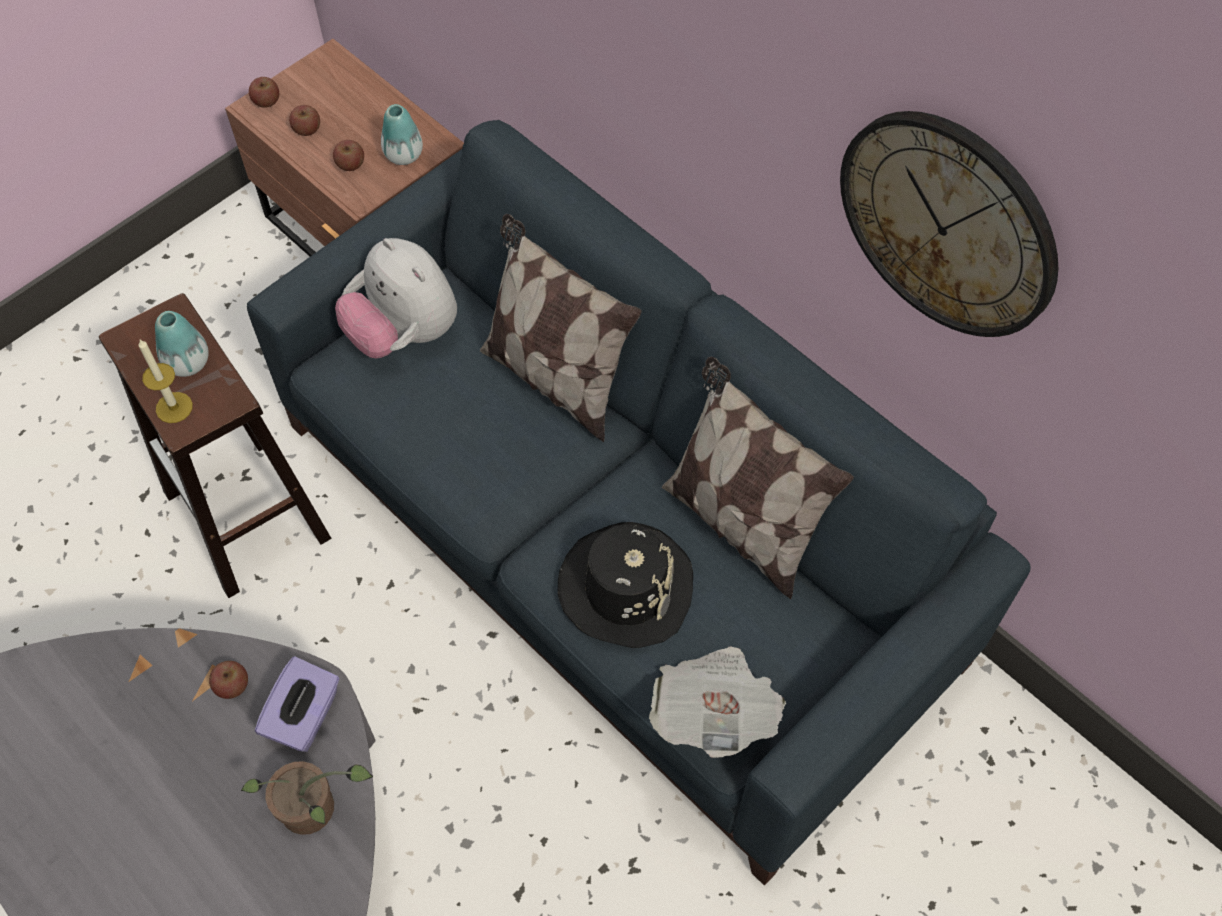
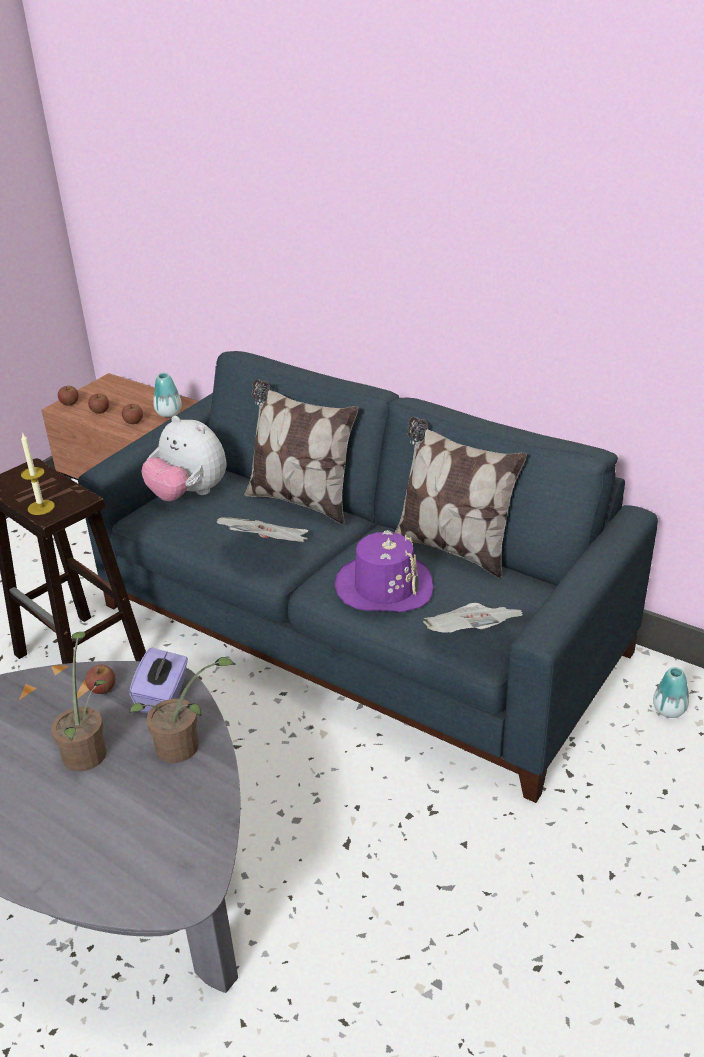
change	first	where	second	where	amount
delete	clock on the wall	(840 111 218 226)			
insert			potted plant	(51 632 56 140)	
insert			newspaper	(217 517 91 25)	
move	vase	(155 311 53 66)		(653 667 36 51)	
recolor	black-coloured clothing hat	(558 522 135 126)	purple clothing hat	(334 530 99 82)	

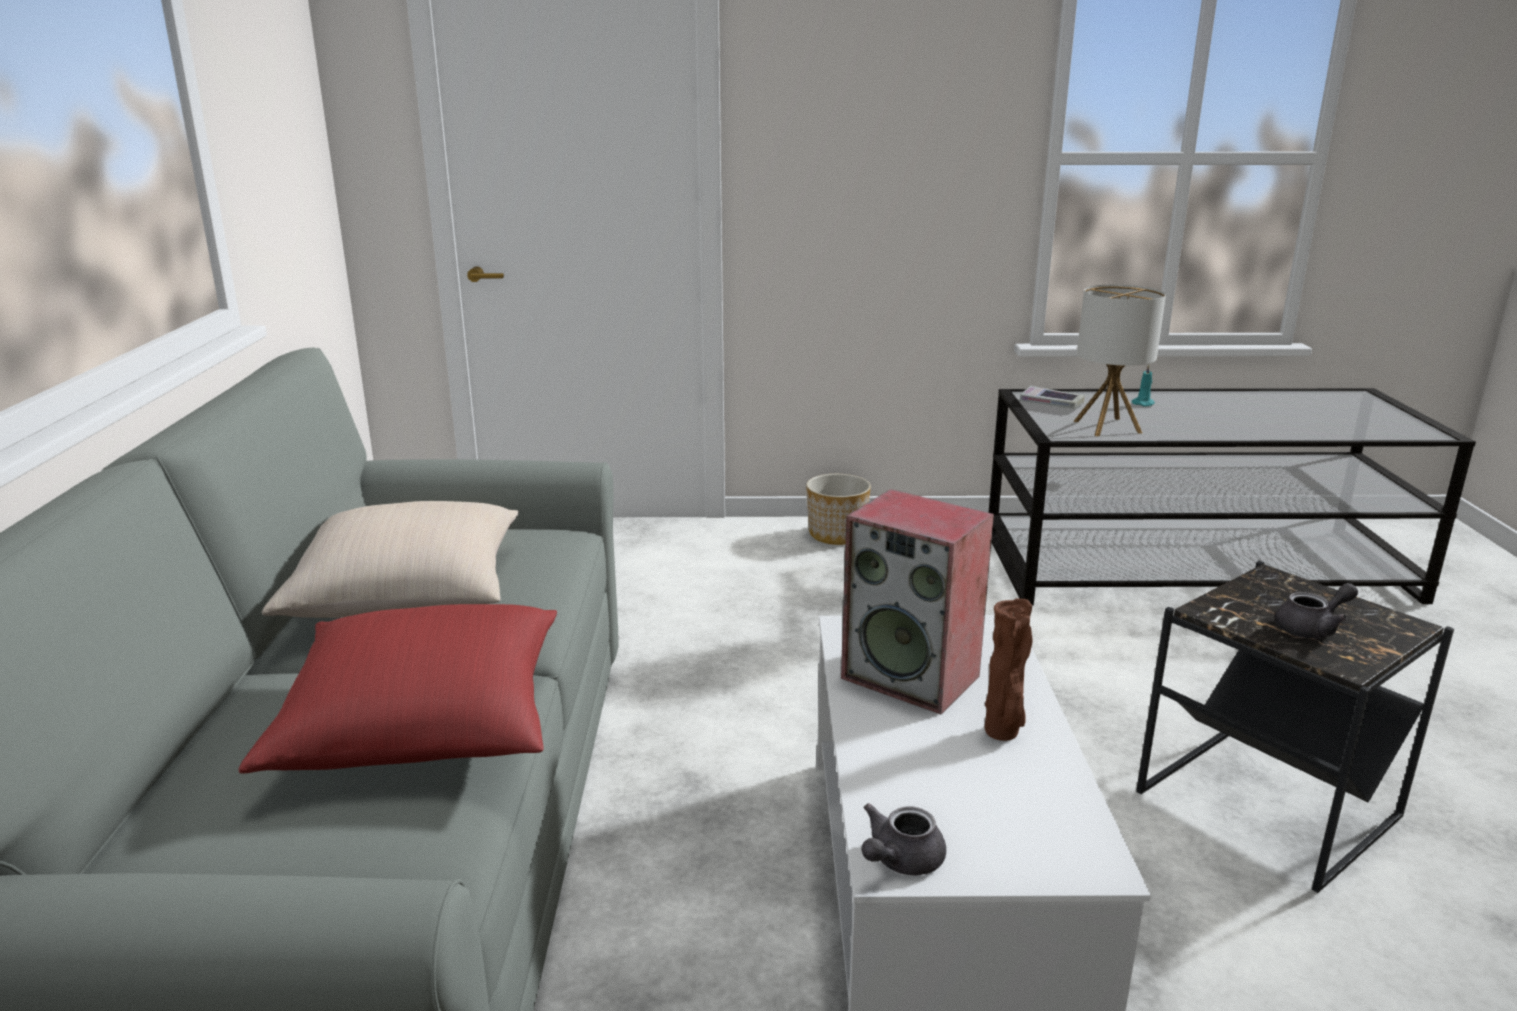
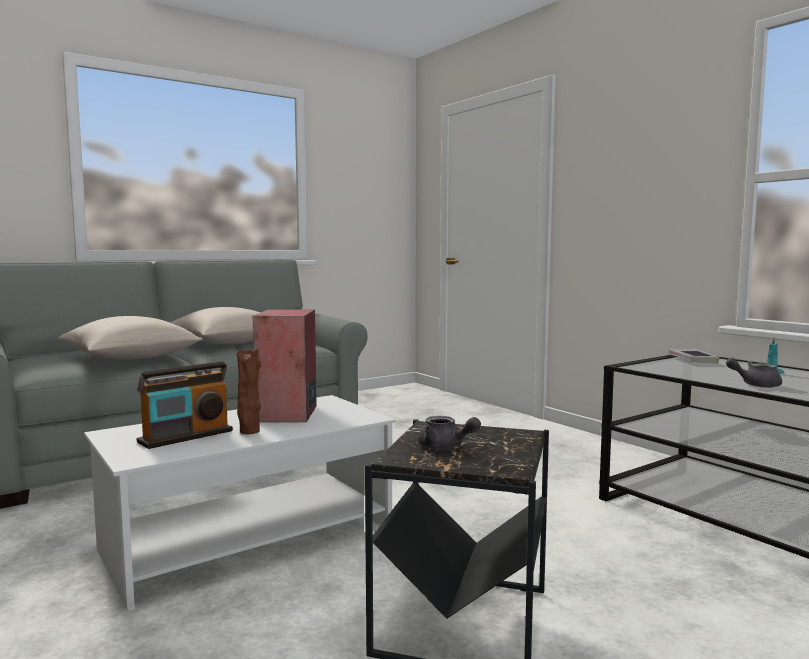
change	first	where	second	where	amount
delete	plant pot	(806 474 65 71)			
delete	lamp for a table	(1074 285 92 151)			
insert			radio	(137 362 96 87)	
move	greyish teapot	(861 803 85 72)		(726 358 56 30)	
recolor	red-coloured throw pillow	(238 604 319 170)	sand-coloured throw pillow	(58 316 145 44)	

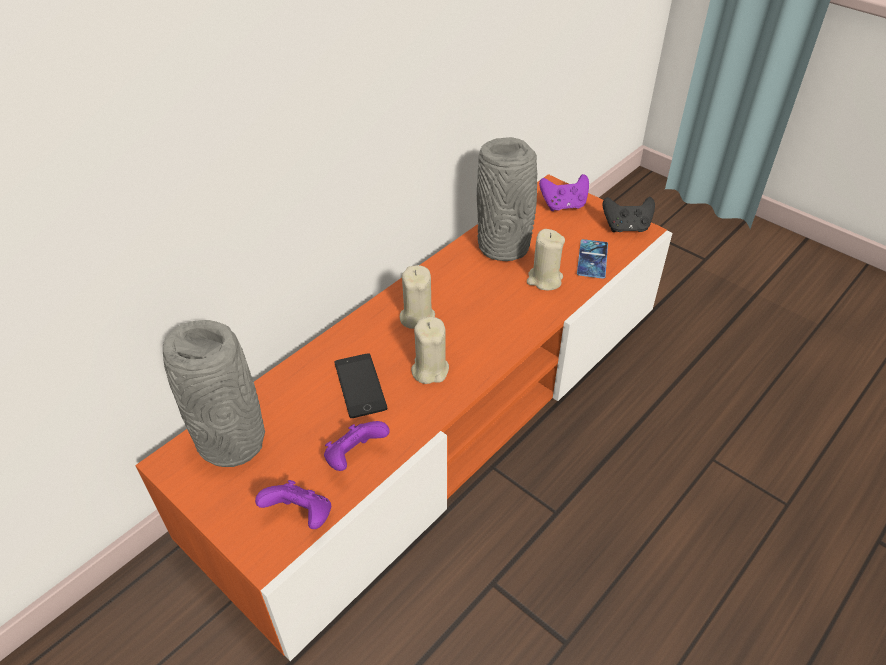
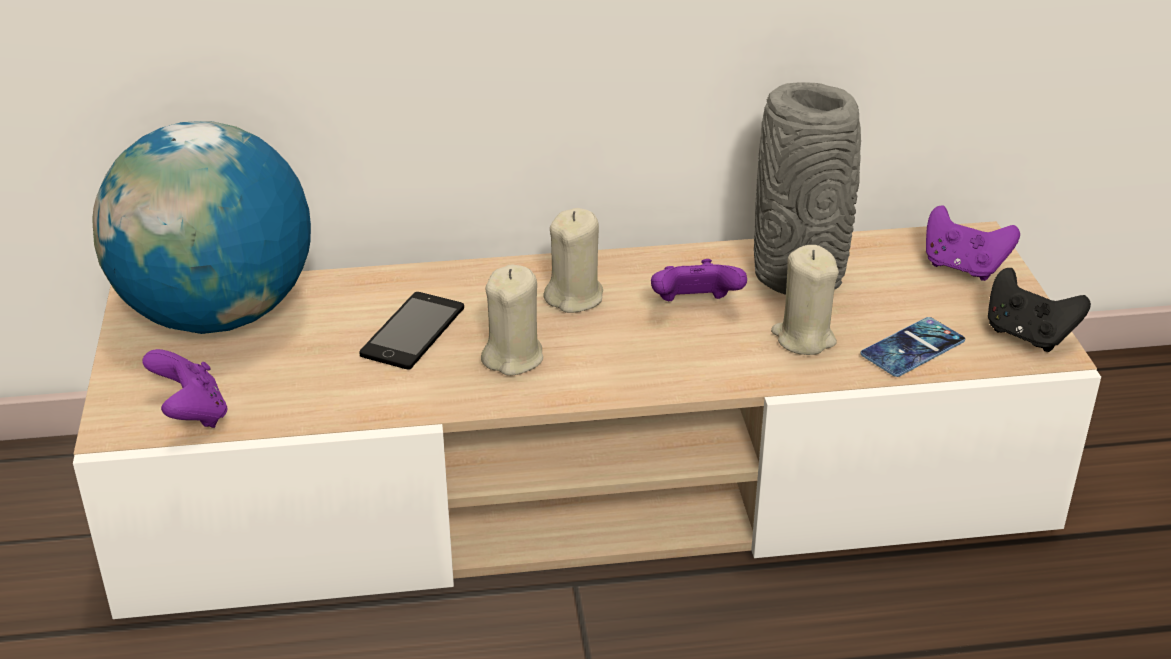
change	first	where	second	where	amount
move	purple gamepad	(324 421 66 50)		(651 259 96 43)	
replace	greyish vase	(163 320 102 147)	world globe	(92 121 219 213)	
recolor	orange tv stand	(135 174 537 487)	sand-coloured tv stand	(73 221 1028 398)	

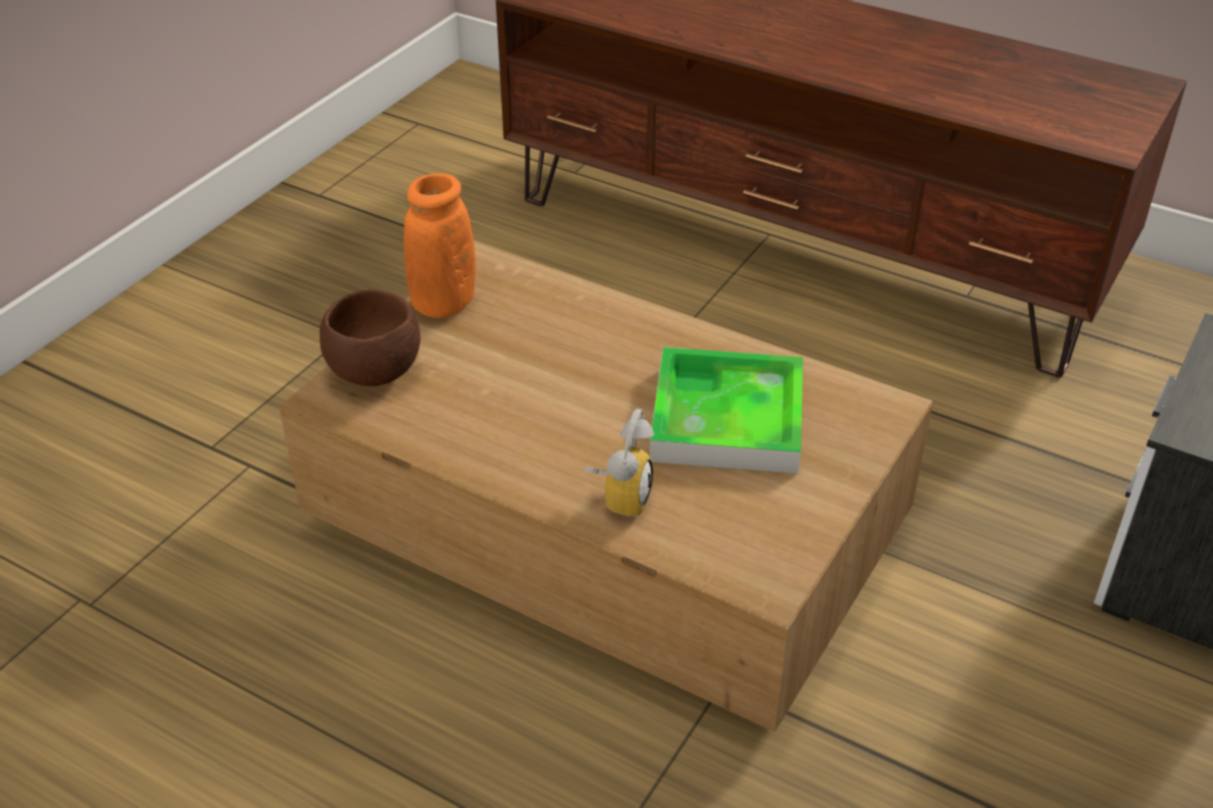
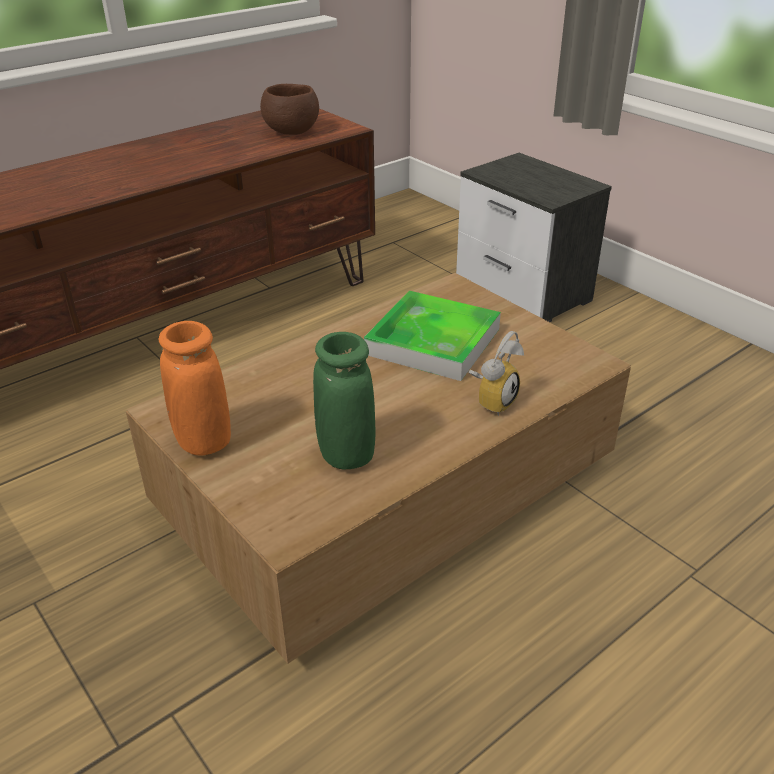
change	first	where	second	where	amount
insert			greenish vase	(313 332 62 137)	
move	brown-coloured serving bowl	(320 290 100 96)		(260 84 59 51)	
rotate	bedside clock	(585 409 69 110)		(469 331 55 85)	90 degrees clockwise

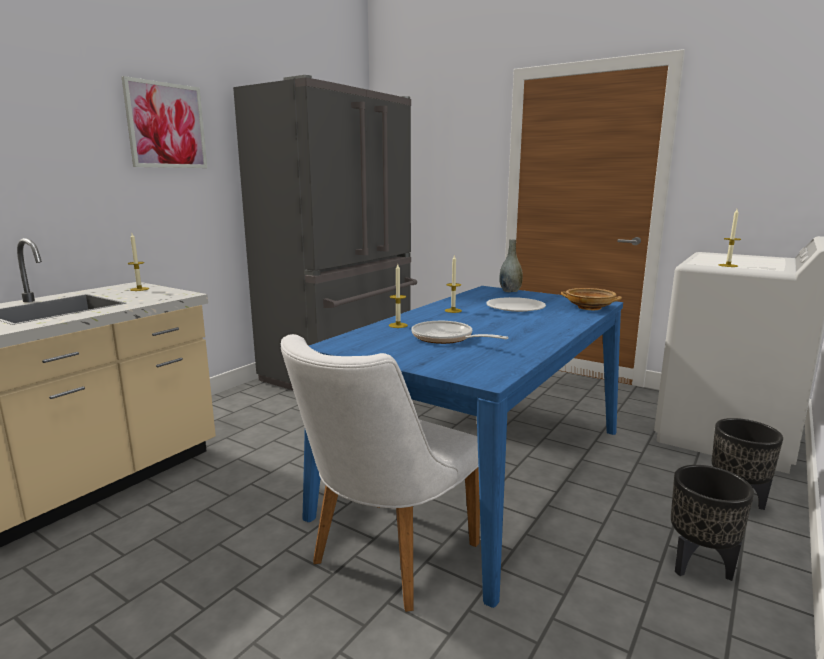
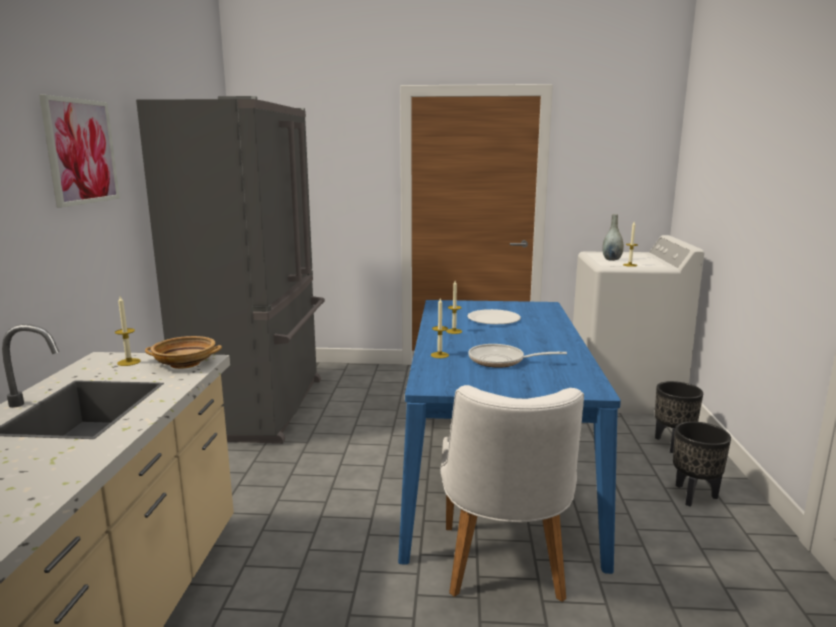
change	first	where	second	where	amount
move	greyish vase	(499 239 24 53)		(602 214 22 47)	
move	sand-coloured serving bowl	(561 288 61 22)		(145 336 77 33)	

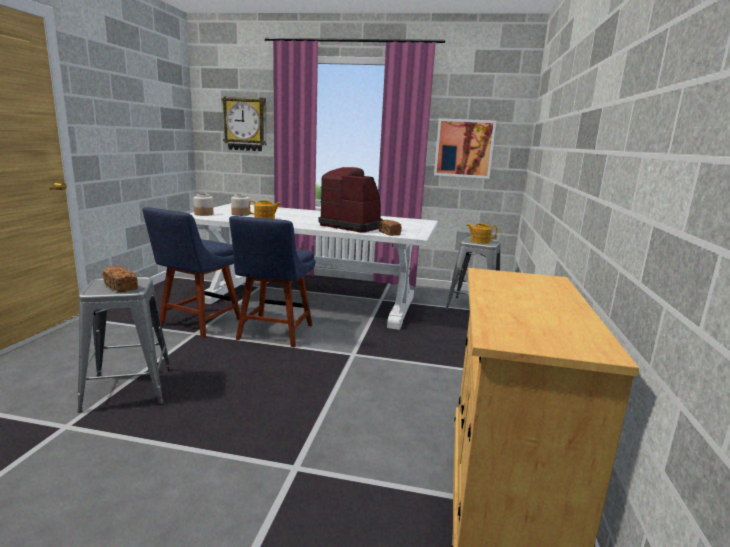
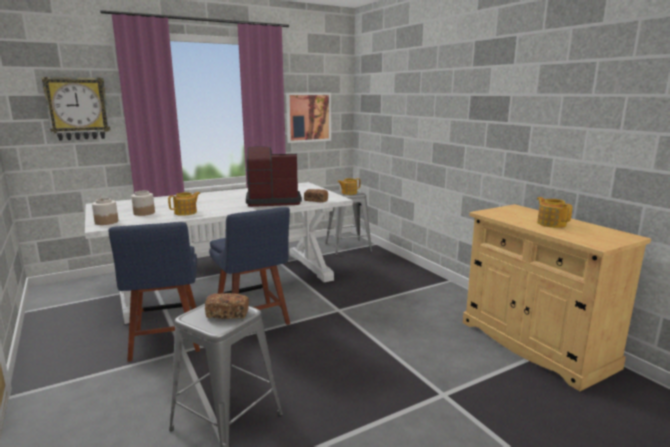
change	first	where	second	where	amount
insert			teapot	(537 197 35 31)	

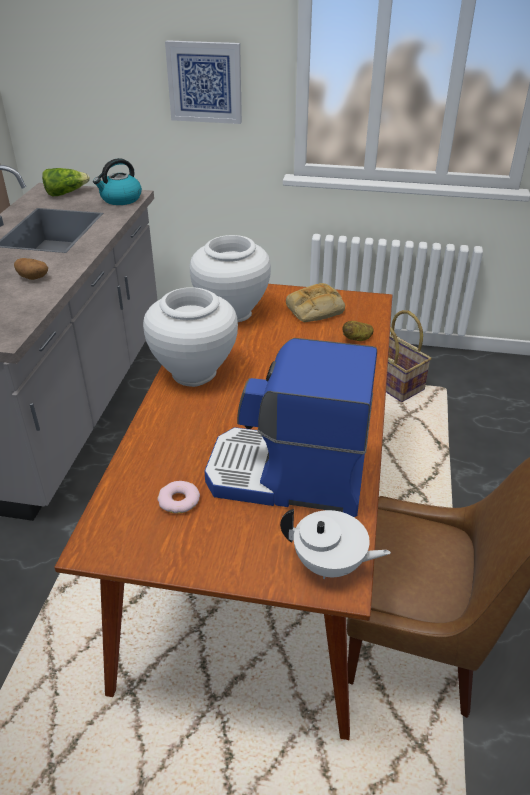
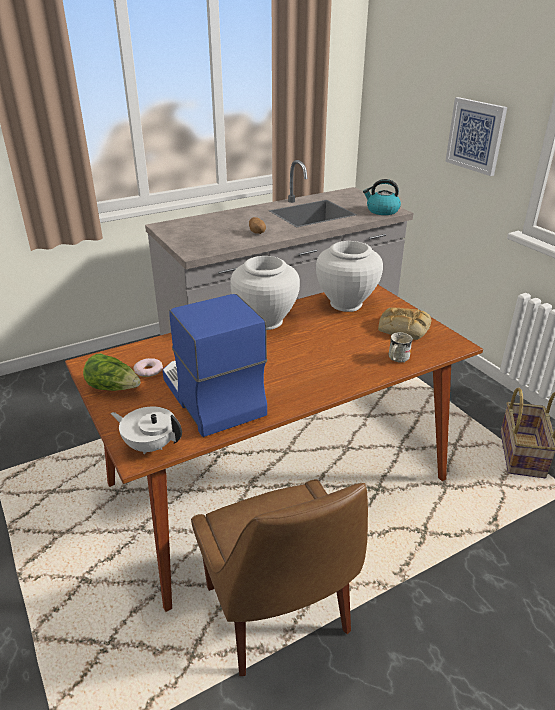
change	first	where	second	where	amount
move	head of lettuce	(42 168 48 28)		(83 353 58 38)	
replace	spud	(342 321 32 20)	whitish mug	(389 332 24 30)	
rotate	whitish teapot	(280 509 111 70)		(111 406 71 48)	135 degrees clockwise

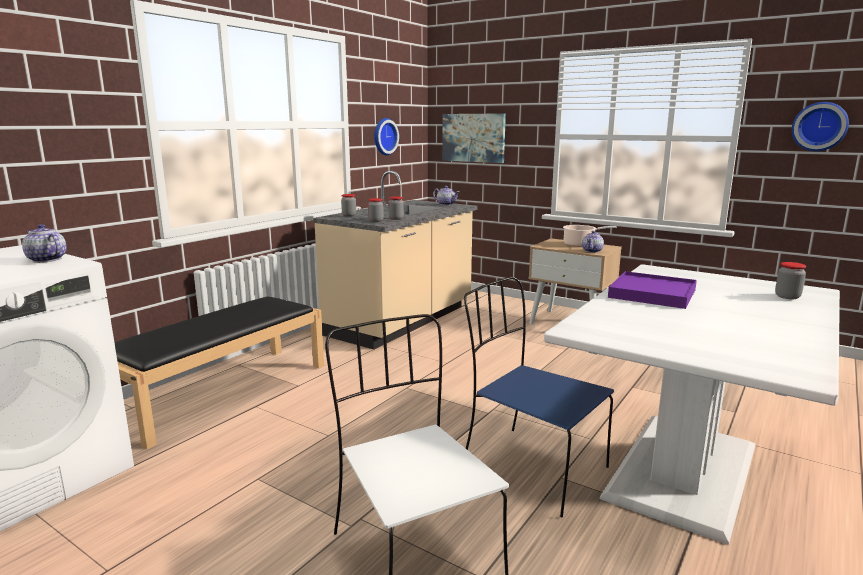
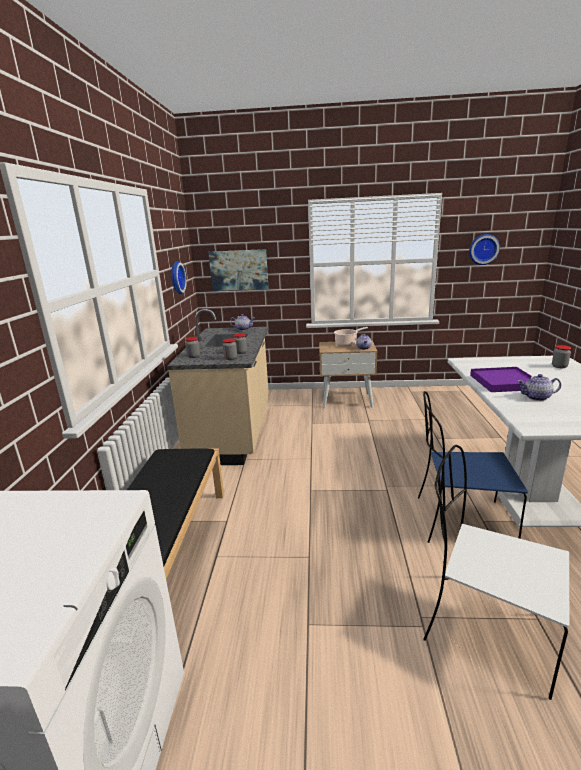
change	first	where	second	where	amount
move	teapot	(22 224 44 39)		(518 374 43 27)	

